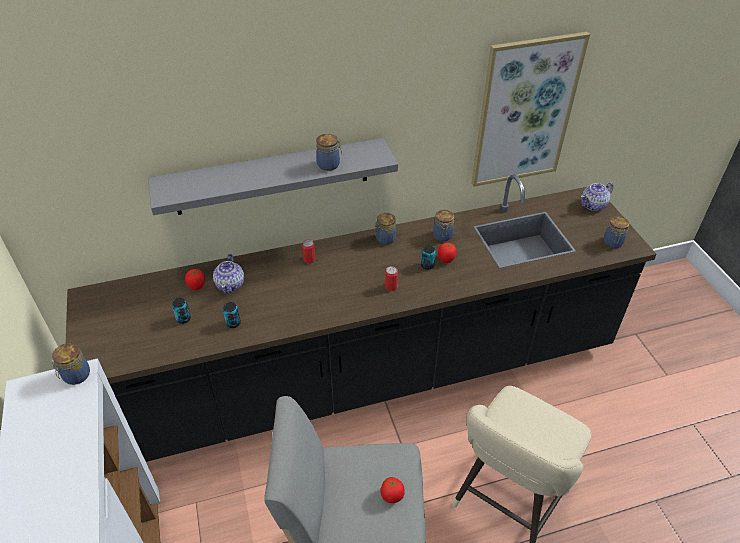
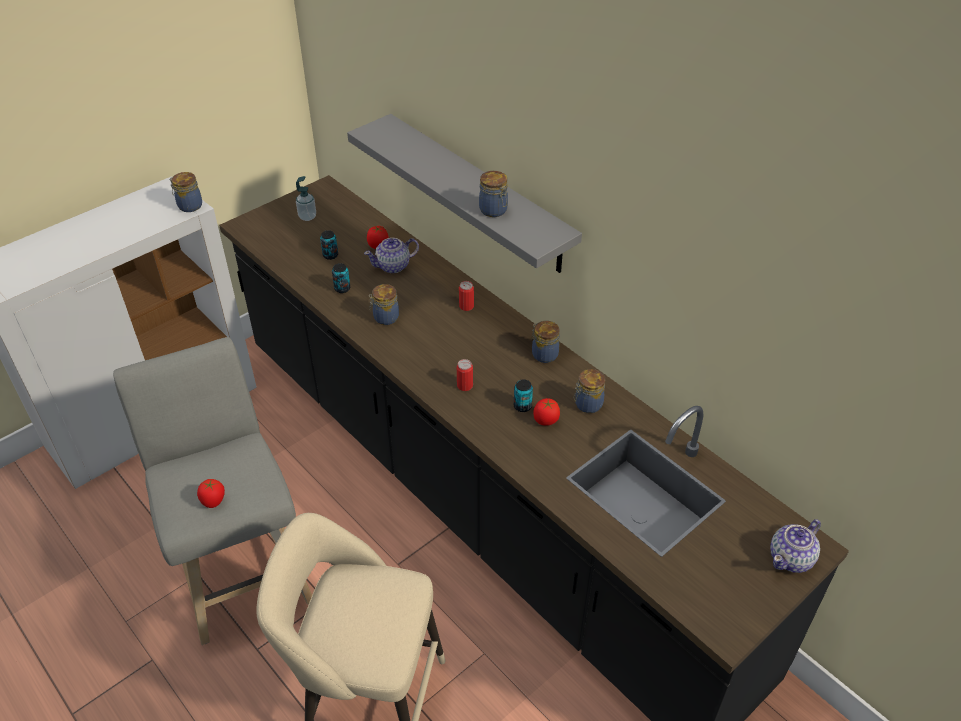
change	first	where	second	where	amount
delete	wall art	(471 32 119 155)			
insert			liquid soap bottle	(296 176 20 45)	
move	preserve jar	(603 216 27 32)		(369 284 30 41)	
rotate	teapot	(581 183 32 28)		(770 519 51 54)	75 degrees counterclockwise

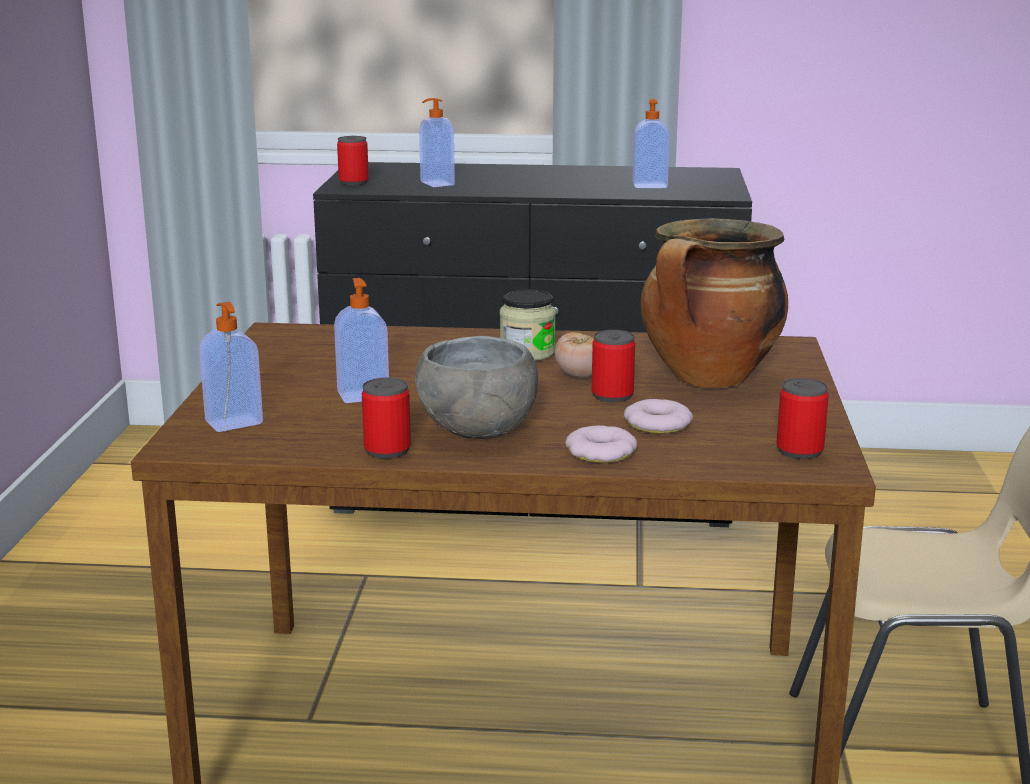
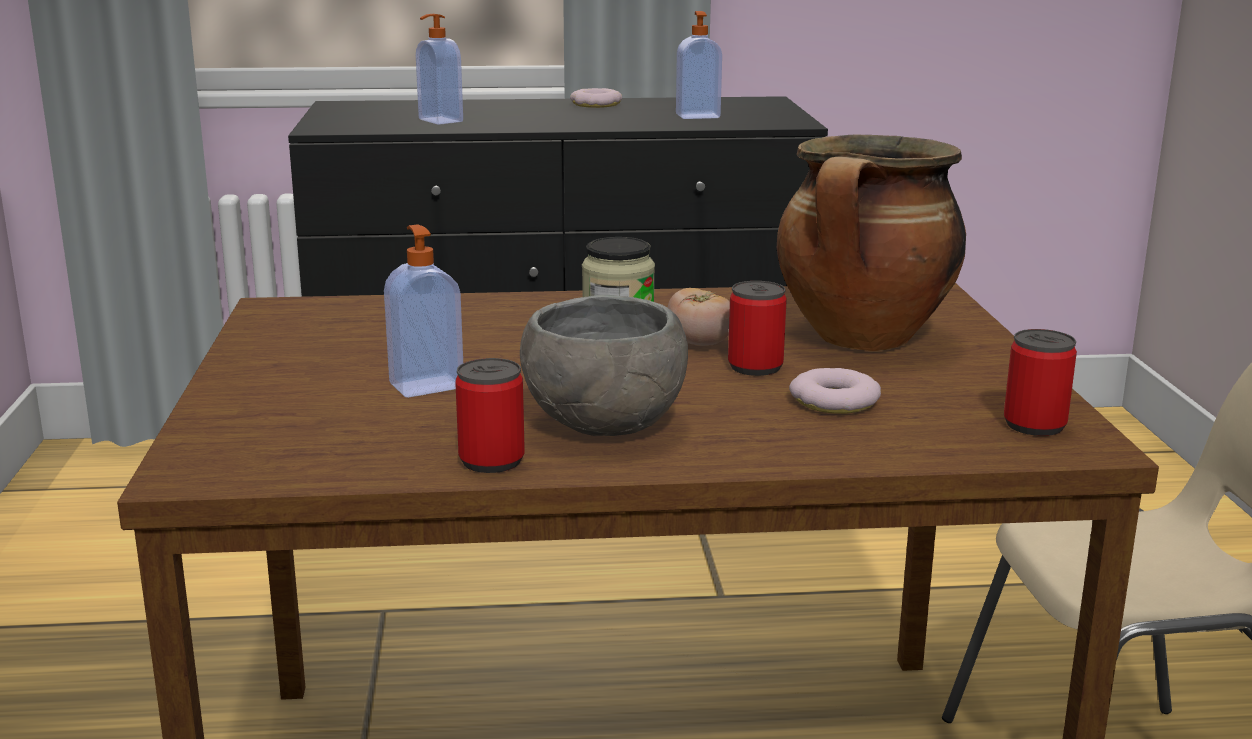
change	first	where	second	where	amount
delete	liquid soap bottle	(199 302 64 130)			
delete	metal can	(337 136 32 49)			
move	donut	(565 425 72 38)		(570 88 52 20)	

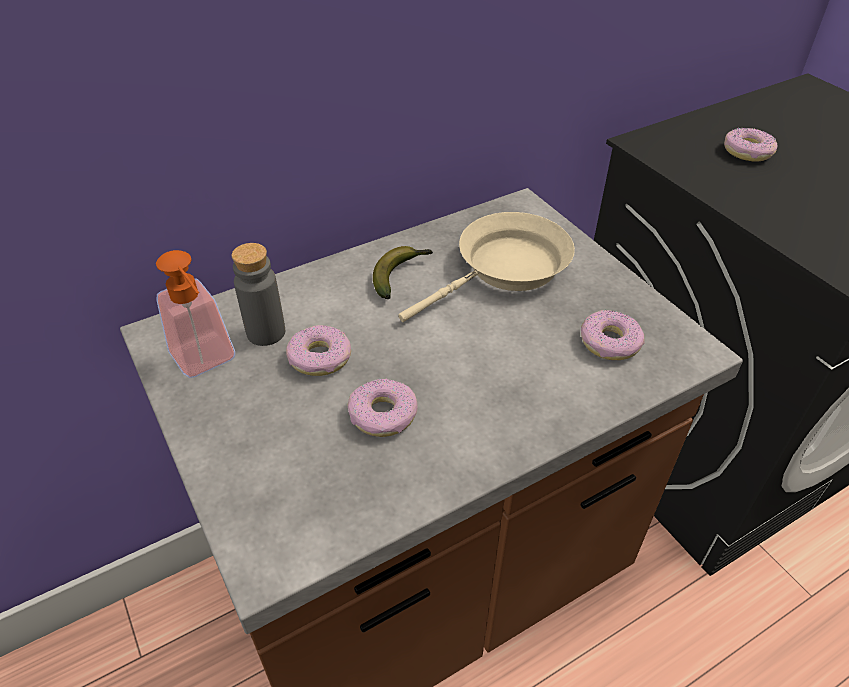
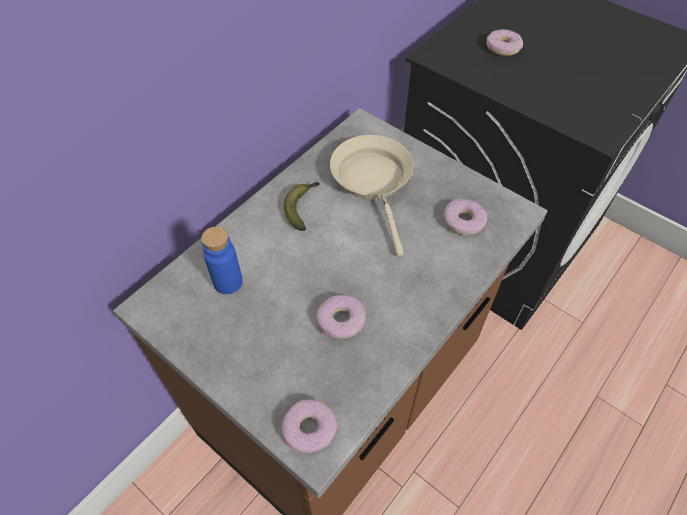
change	first	where	second	where	amount
delete	liquid soap bottle	(156 250 79 128)			
move	donut	(286 325 65 51)		(282 399 55 54)	
recolor	greyish beverage bottle	(232 243 53 103)	bluish beverage bottle	(201 226 42 68)	
rotate	sand-coloured frying pan	(398 212 177 110)		(330 135 83 122)	45 degrees counterclockwise

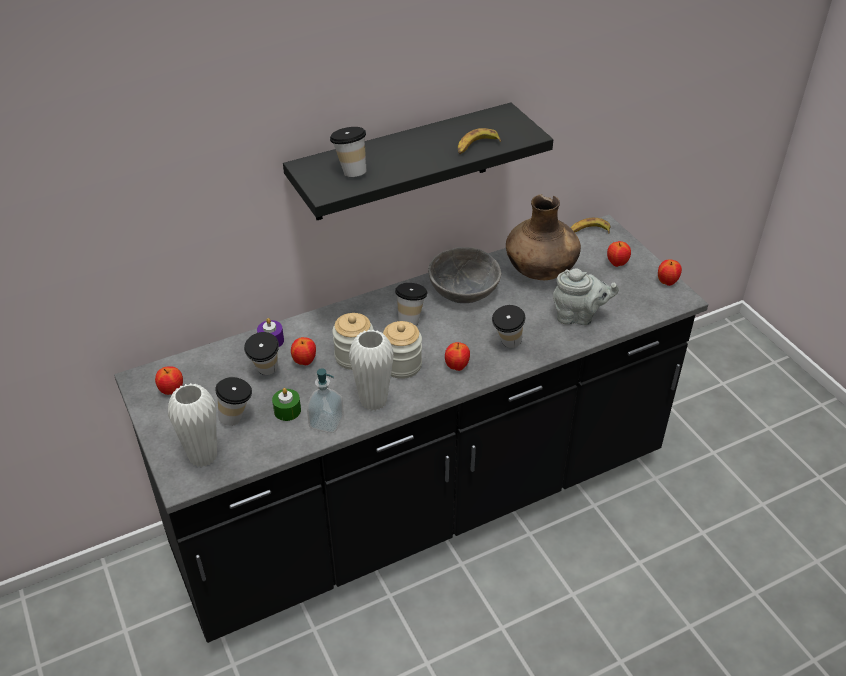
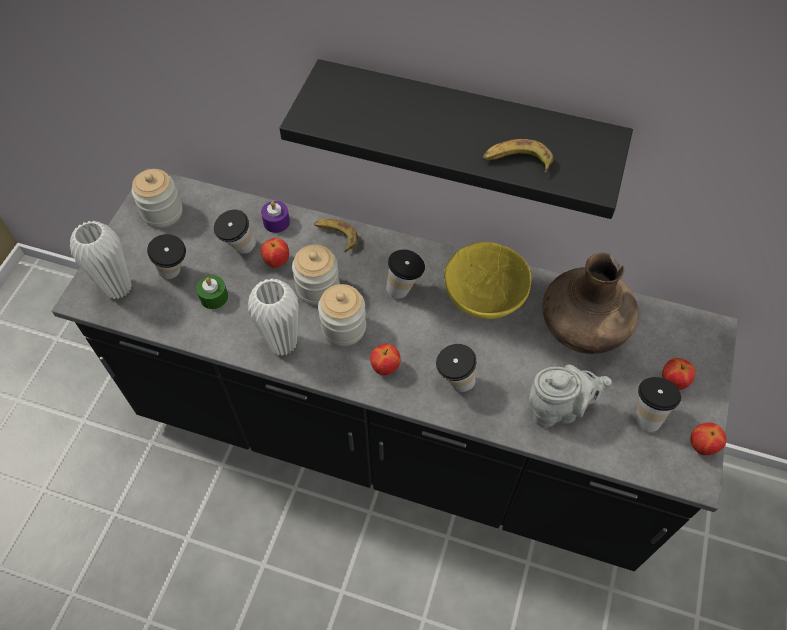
change	first	where	second	where	amount
delete	liquid soap bottle	(307 369 37 64)			
move	small cup	(330 127 36 50)		(635 377 46 55)	
move	banana fruit	(571 218 40 16)		(314 219 44 33)	
replace	whole apple	(155 367 28 28)	preserve jar	(132 169 50 59)	
recolor	greyish serving bowl	(428 247 74 56)	yellow-coloured serving bowl	(444 242 87 77)	
rotate	greyish teapot	(553 269 66 56)		(529 364 83 63)	60 degrees counterclockwise

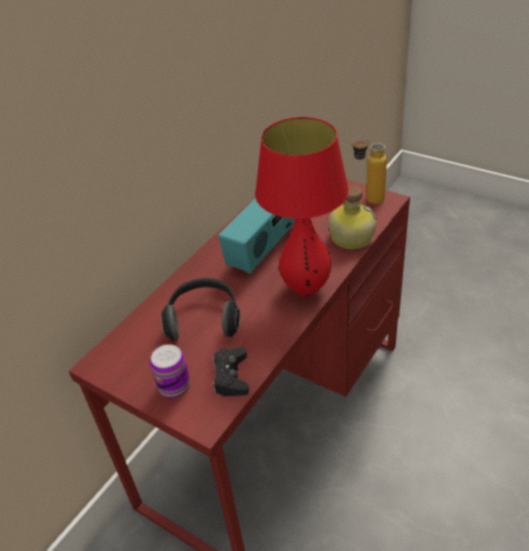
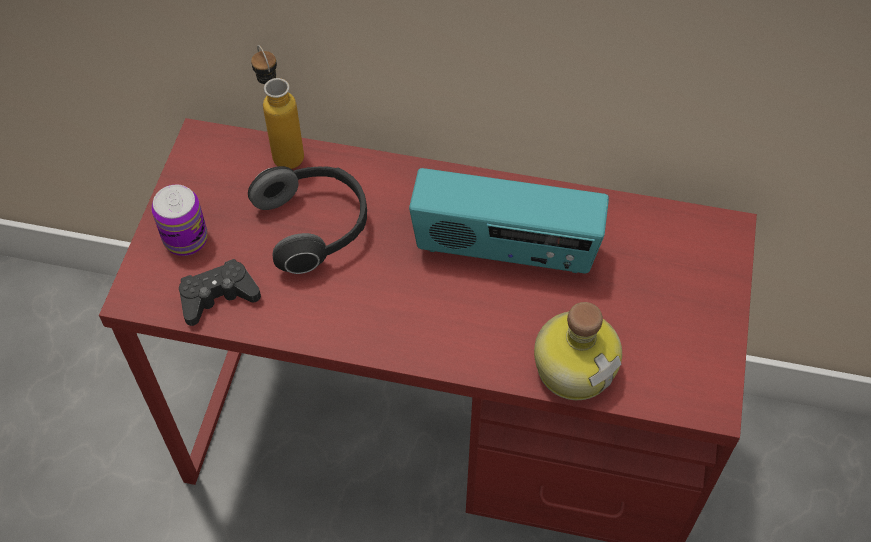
change	first	where	second	where	amount
delete	red-coloured lamp for a table	(255 117 94 179)			
move	beverage bottle	(352 136 35 68)		(251 45 53 124)	

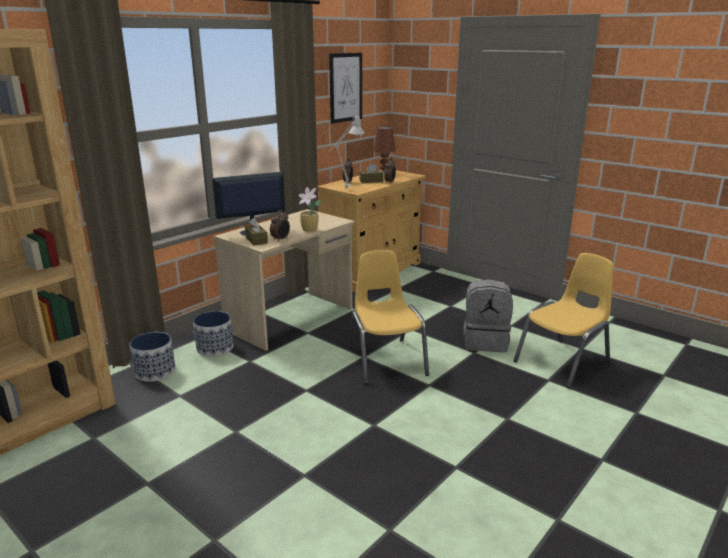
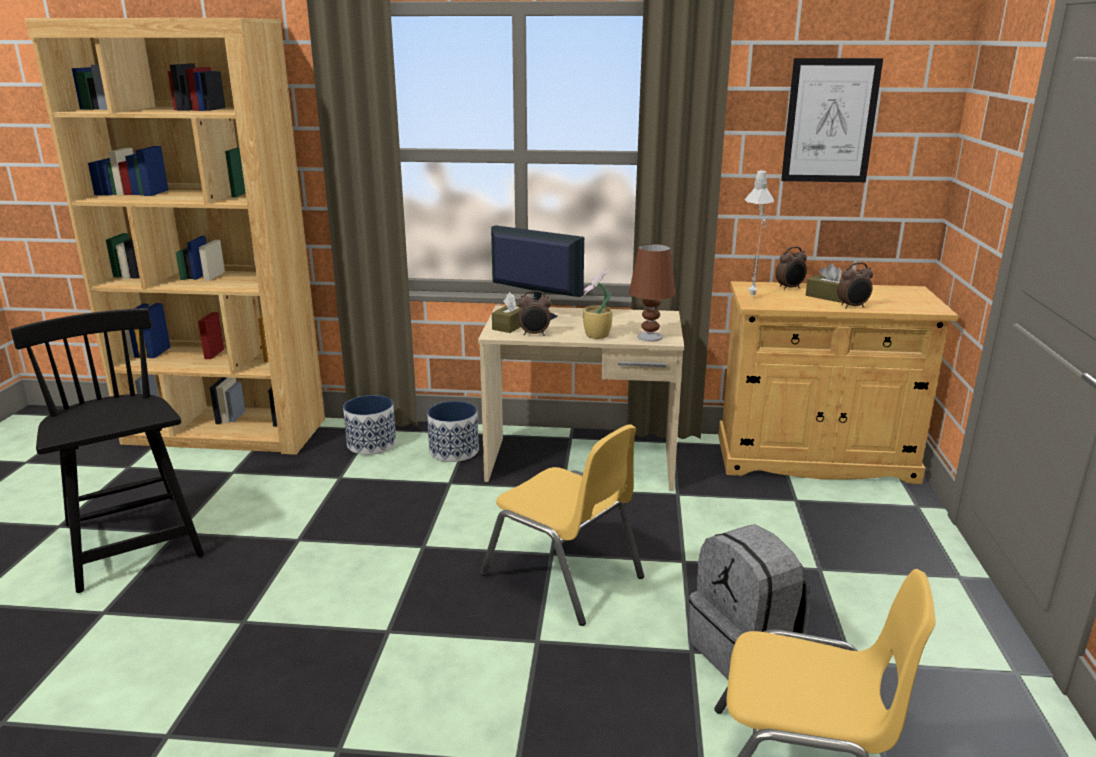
change	first	where	second	where	amount
insert			black-coloured chair	(11 308 193 285)	
move	brown-coloured lamp for a table	(373 127 23 47)		(629 244 47 97)	
rotate	yellow-coloured chair	(349 250 80 134)		(480 424 164 202)	90 degrees clockwise

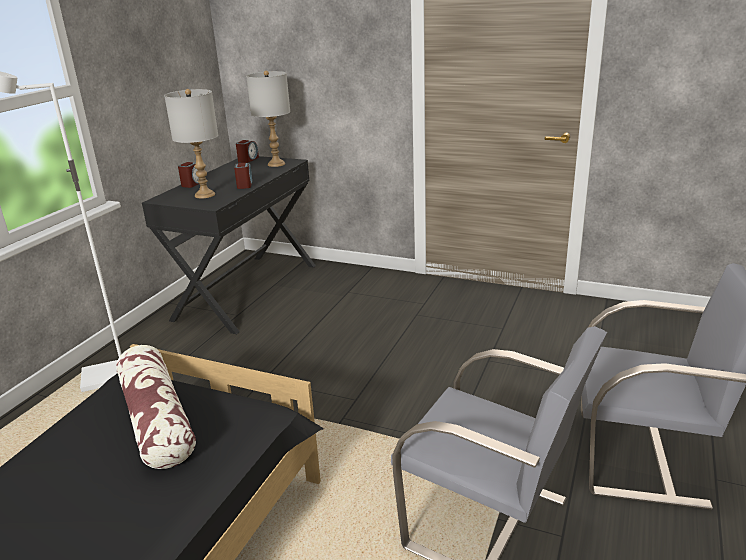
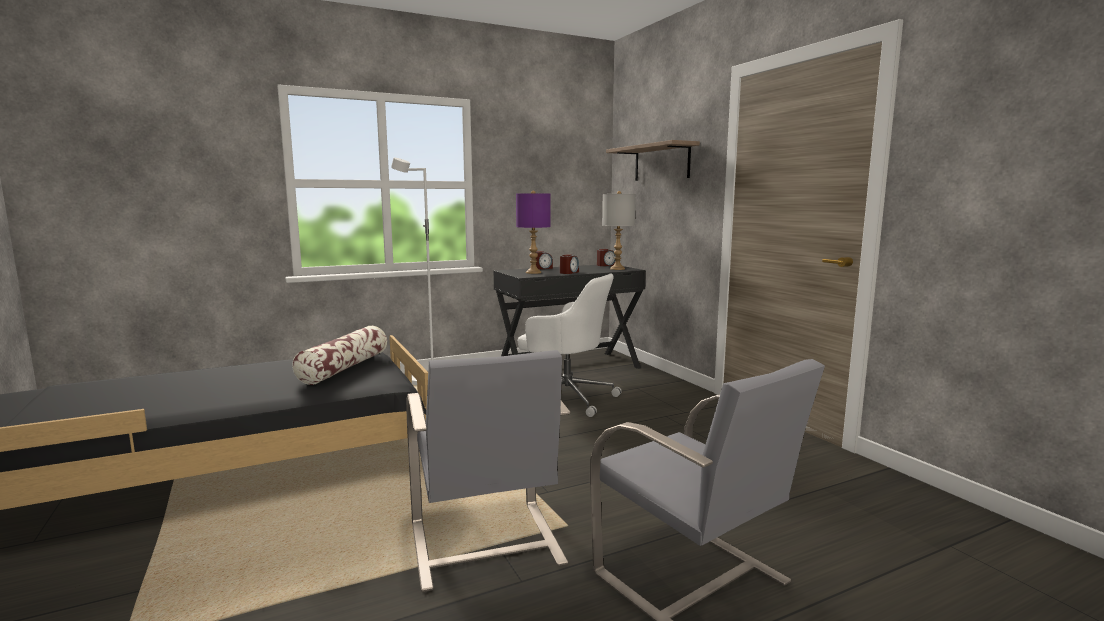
change	first	where	second	where	amount
insert			whitish computer chair	(518 274 104 143)	
insert			wall shelf	(606 140 94 41)	
recolor	greyish lamp for a table	(164 89 54 109)	purple lamp for a table	(516 190 34 84)	

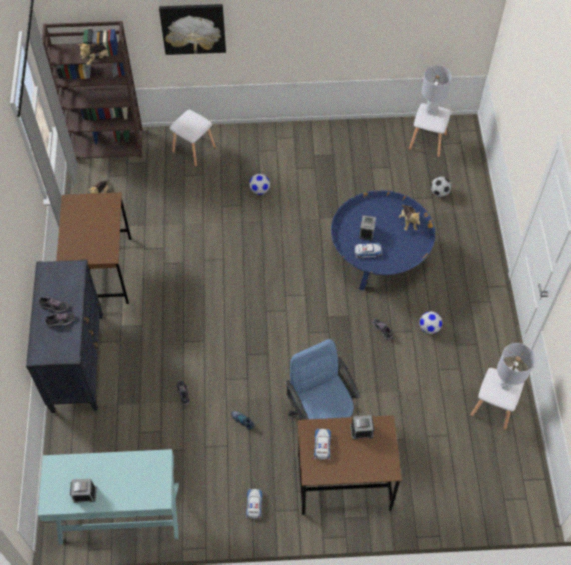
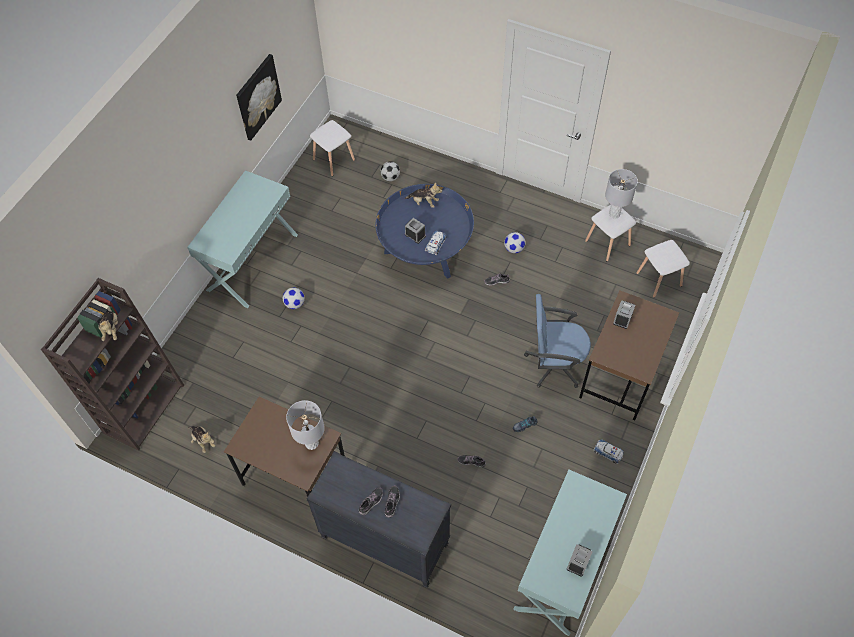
change	first	where	second	where	amount
delete	model car	(314 428 17 32)			
insert			blue-green hall table	(187 170 111 138)	
move	wall art	(159 4 67 51)		(236 54 46 87)	
move	whitish stool seat	(170 110 46 57)		(637 240 53 58)	
move	greyish lamp for a table	(422 65 30 50)		(286 400 39 50)	

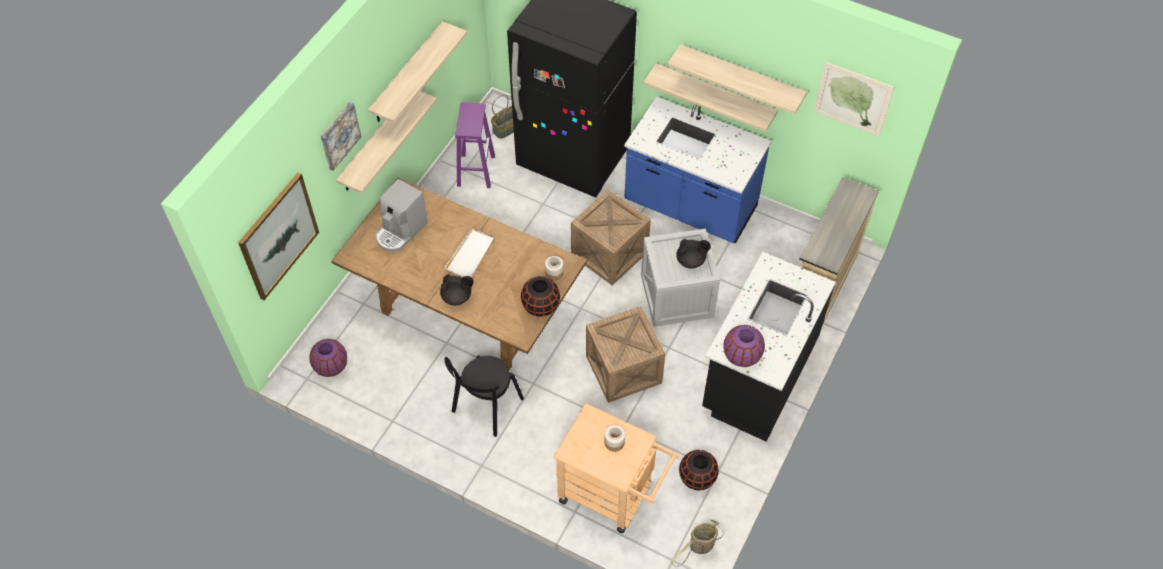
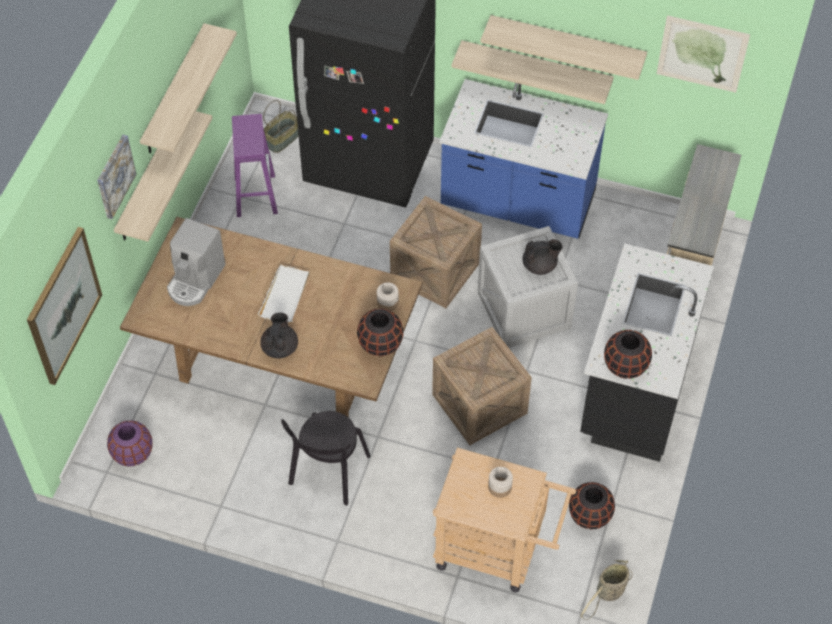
change	first	where	second	where	amount
recolor	purple vase	(723 325 42 42)	black-coloured vase	(604 330 48 49)	
rotate	black-coloured teapot	(440 274 34 31)		(260 313 38 46)	75 degrees counterclockwise

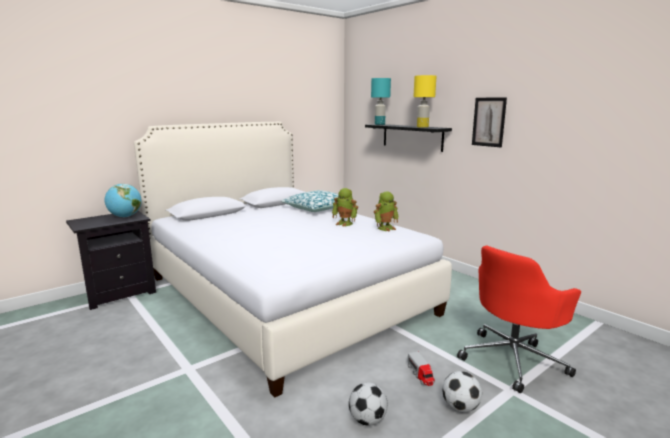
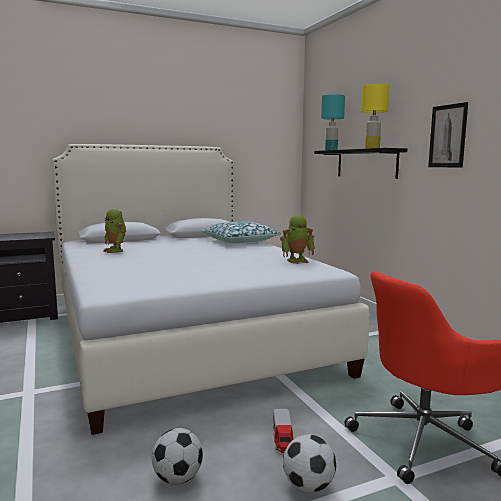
change	first	where	second	where	amount
delete	world globe	(105 184 37 33)			
move	model robot	(332 188 26 39)		(103 209 23 44)	

